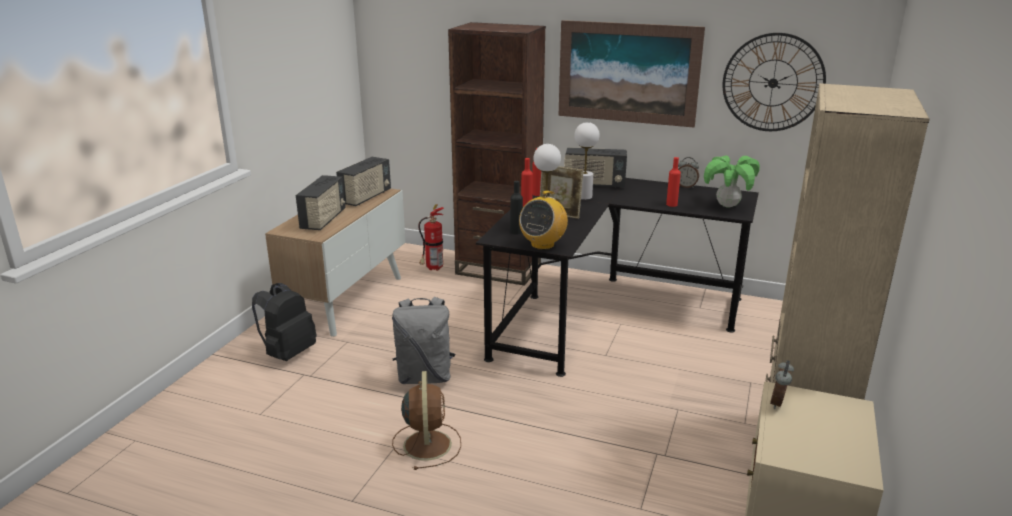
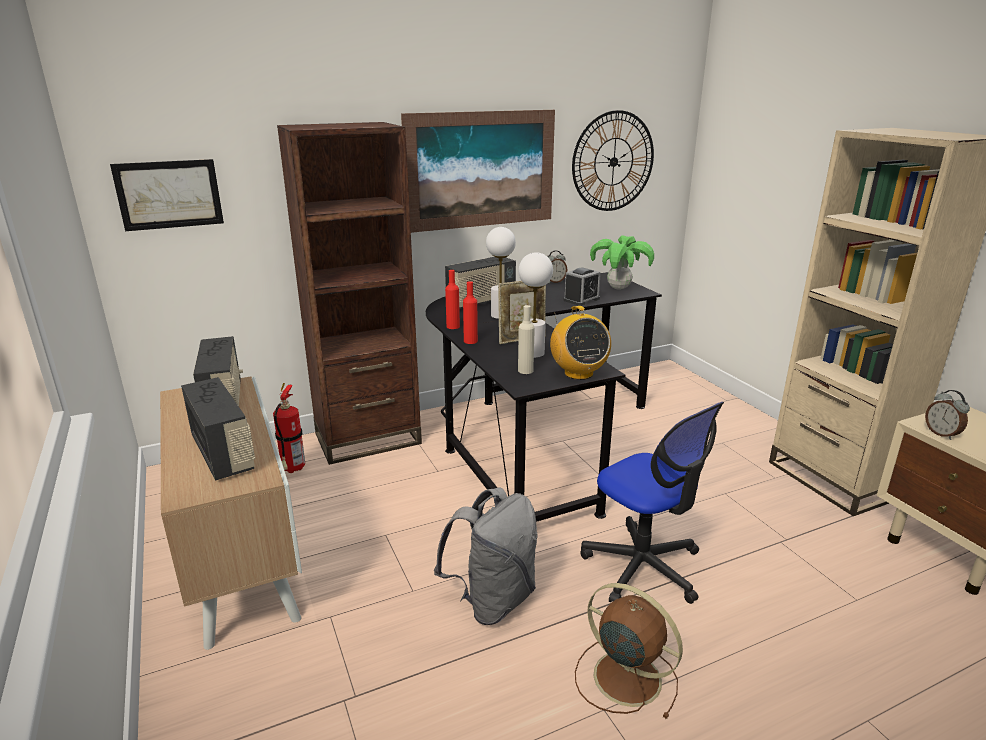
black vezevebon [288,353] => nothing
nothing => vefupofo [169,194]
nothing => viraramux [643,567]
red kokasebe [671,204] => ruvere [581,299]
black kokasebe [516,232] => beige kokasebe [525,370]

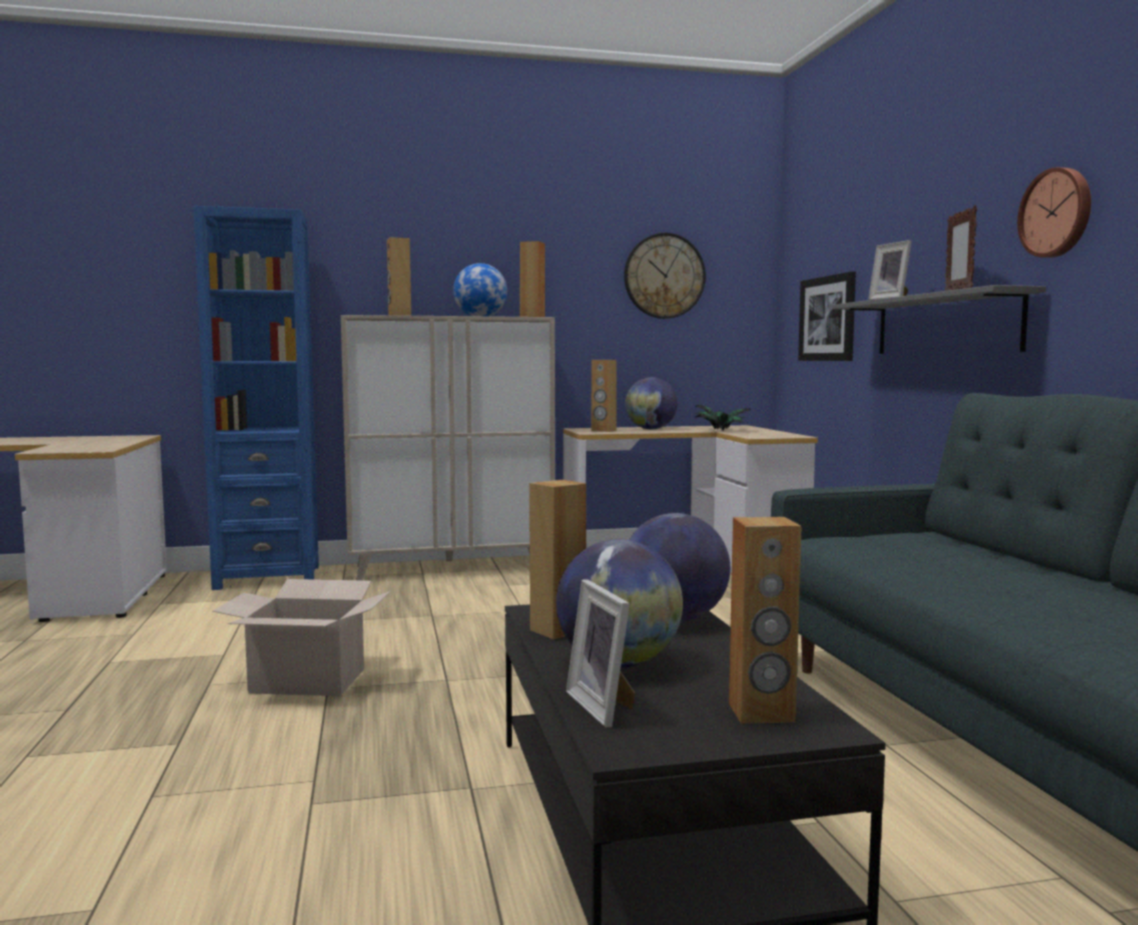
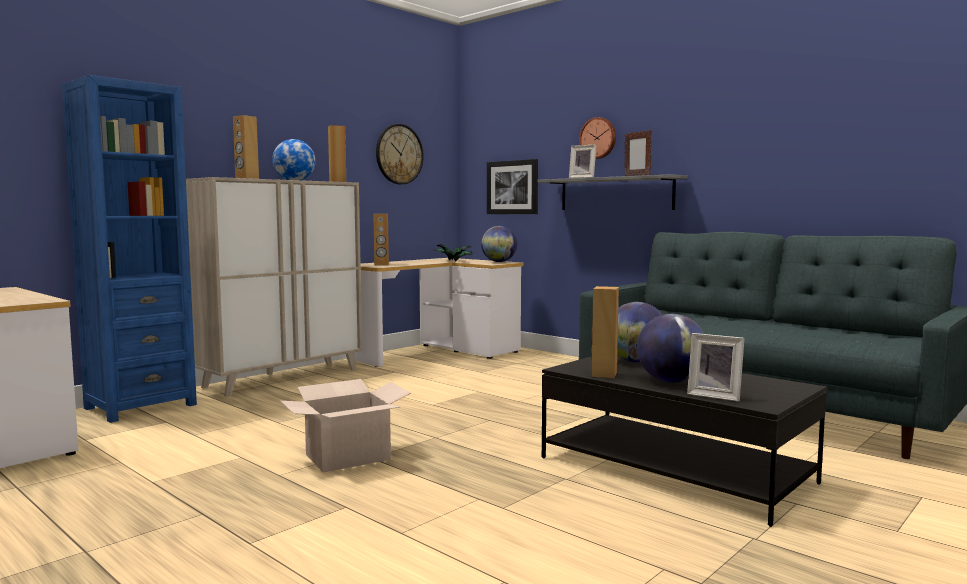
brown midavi [761,713] => nothing
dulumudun [651,429] => dulumudun [499,262], moved
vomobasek [1057,213] => vomobasek [598,138], moved

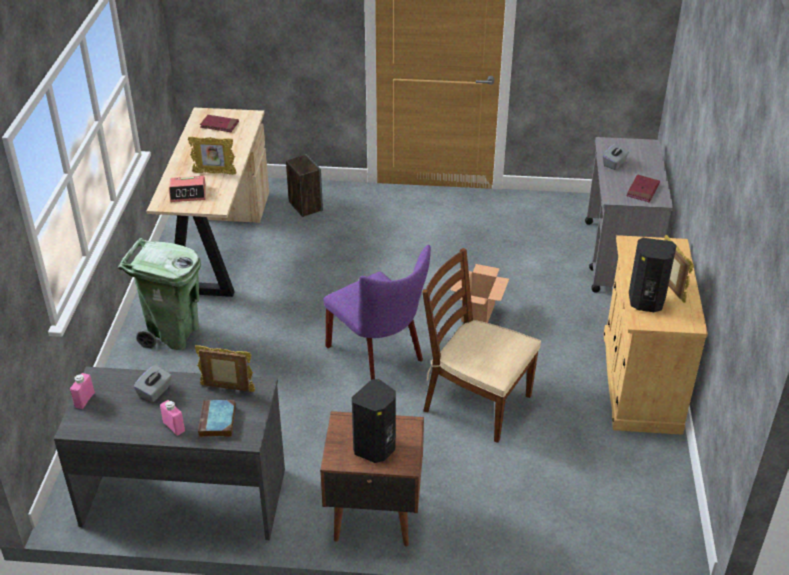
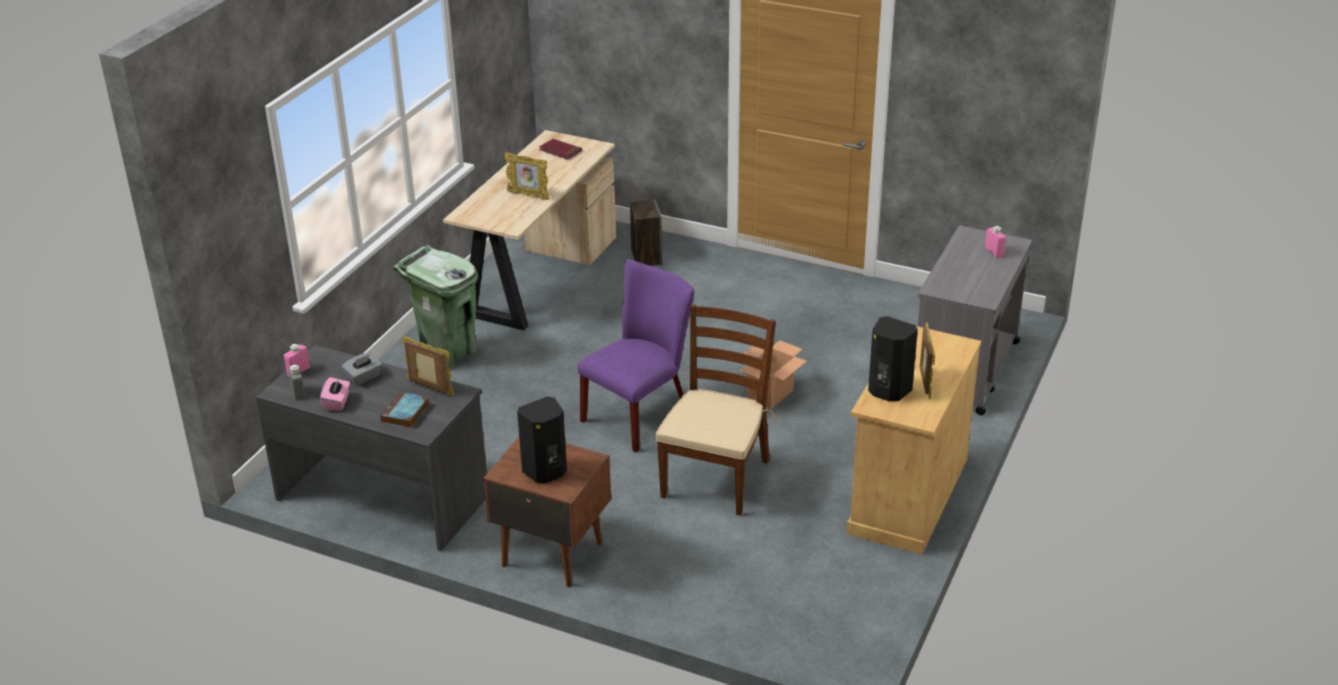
ruvere [188,193] => nothing
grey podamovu [614,164] => nothing
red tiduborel [643,190] => nothing
nothing => grey kokasebe [298,393]
nothing => pink podamovu [337,402]
pink kokasebe [174,427] => pink kokasebe [994,252], moved
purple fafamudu [379,355] => purple fafamudu [641,414], 120 degrees counterclockwise
brown fafamudu [476,402] => brown fafamudu [716,478], 60 degrees clockwise

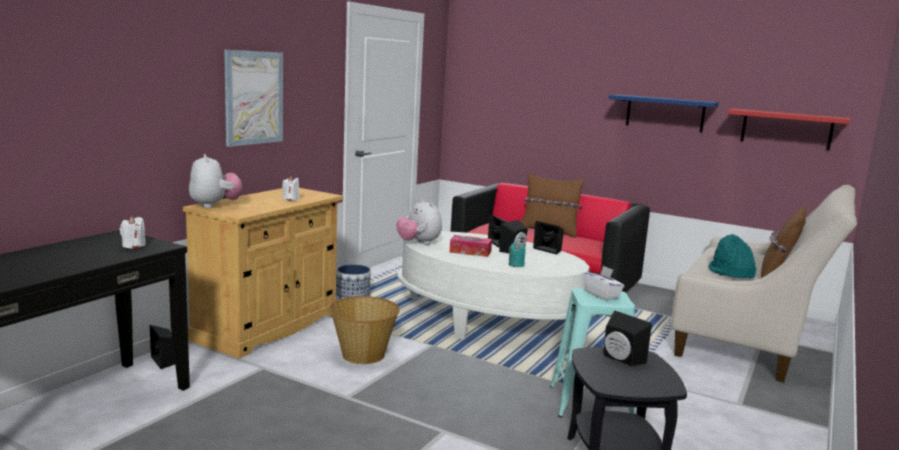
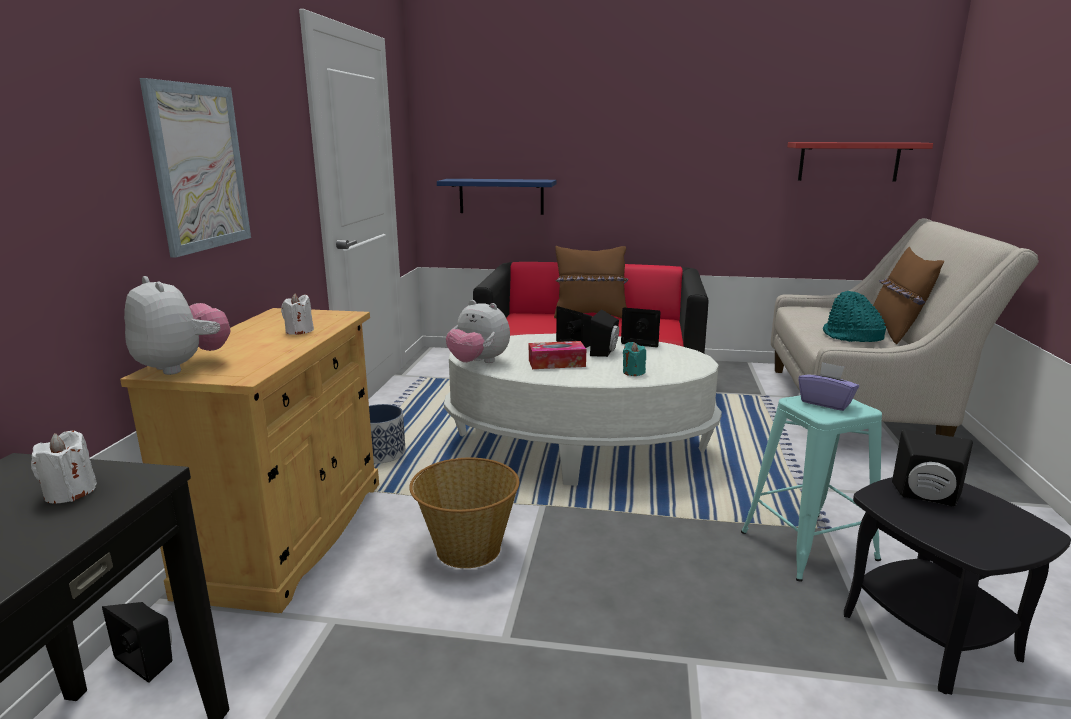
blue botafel [665,113] => blue botafel [501,196], moved
white podamovu [602,295] => purple podamovu [825,403]

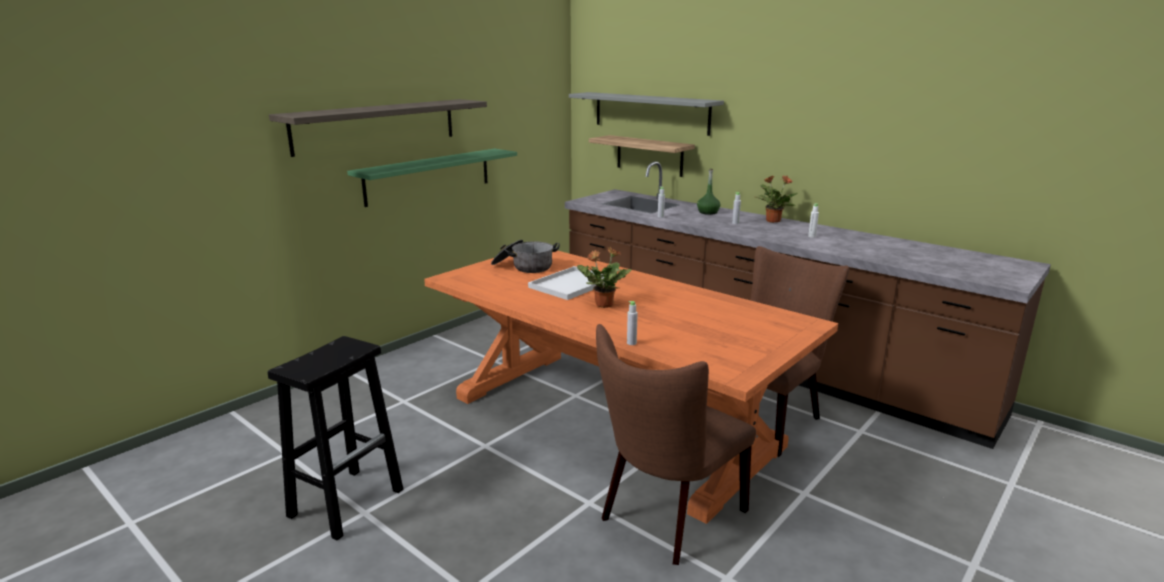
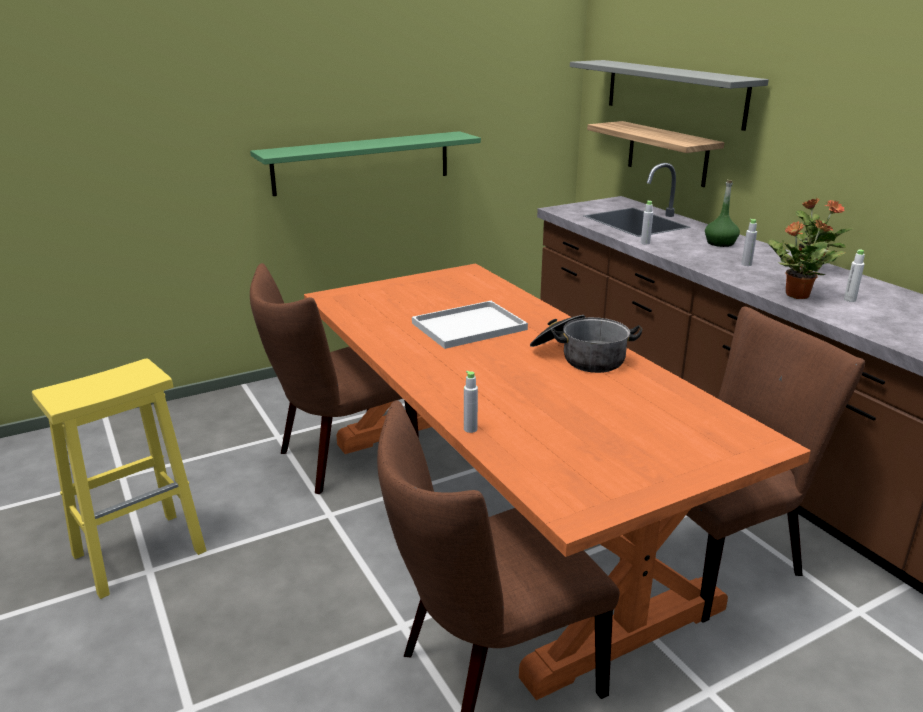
botafel [376,126] => nothing
nothing => brown fafamudu [340,458]
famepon [524,267] => famepon [580,357], moved
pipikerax [603,305] => pipikerax [796,295], moved
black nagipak [347,502] => yellow nagipak [141,552]

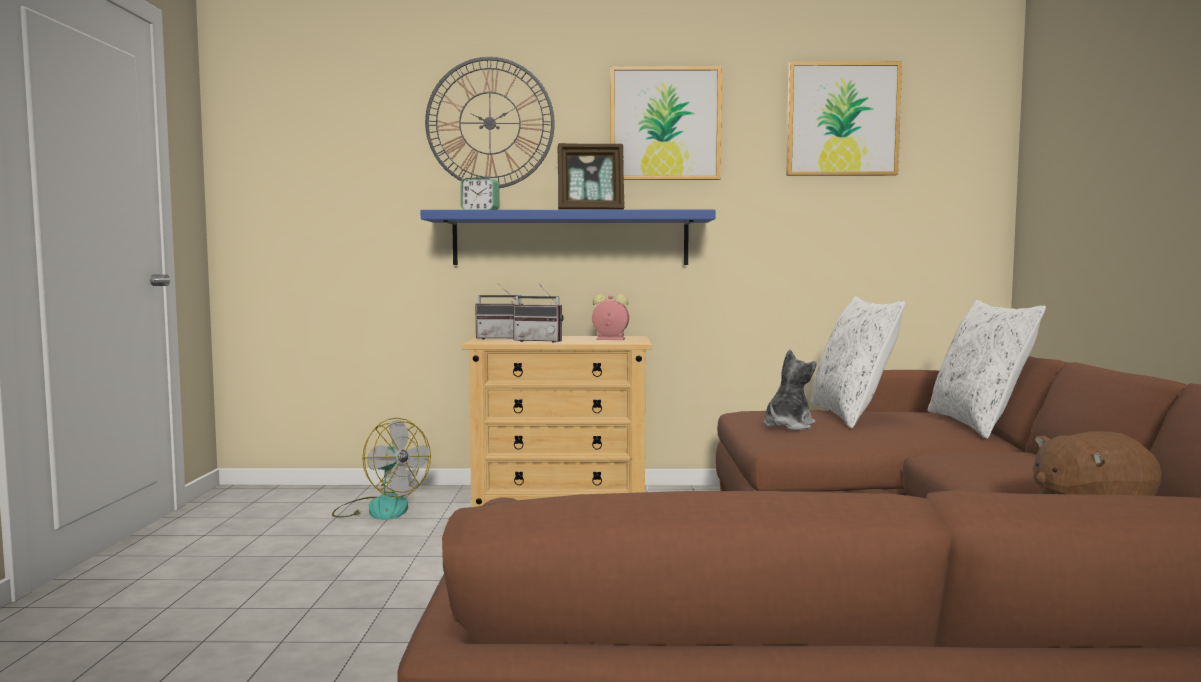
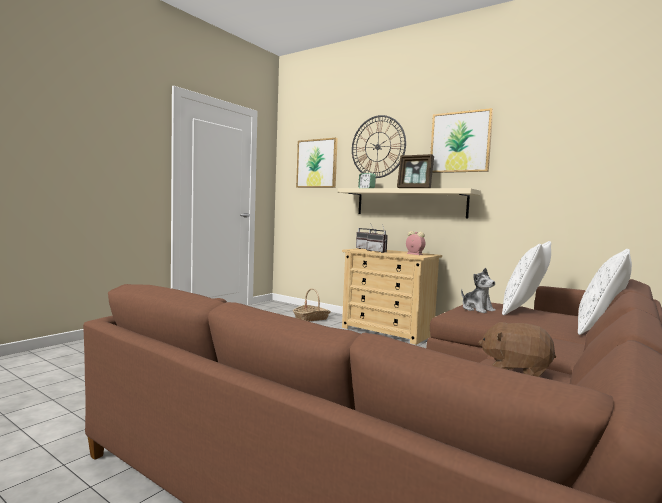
vefupofo [842,119] => vefupofo [317,163], moved
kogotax [380,508] => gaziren [311,318]
blue botafel [570,239] => beige botafel [410,203]
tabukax [788,426] => tabukax [477,309], 75 degrees clockwise

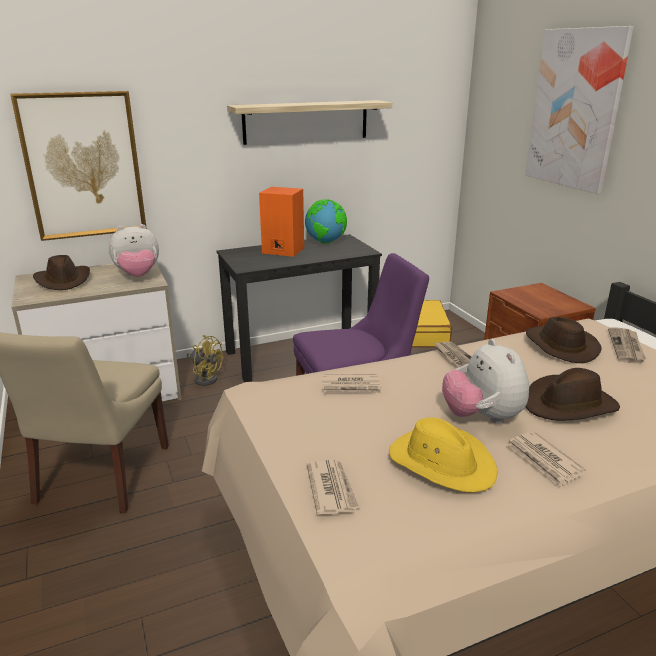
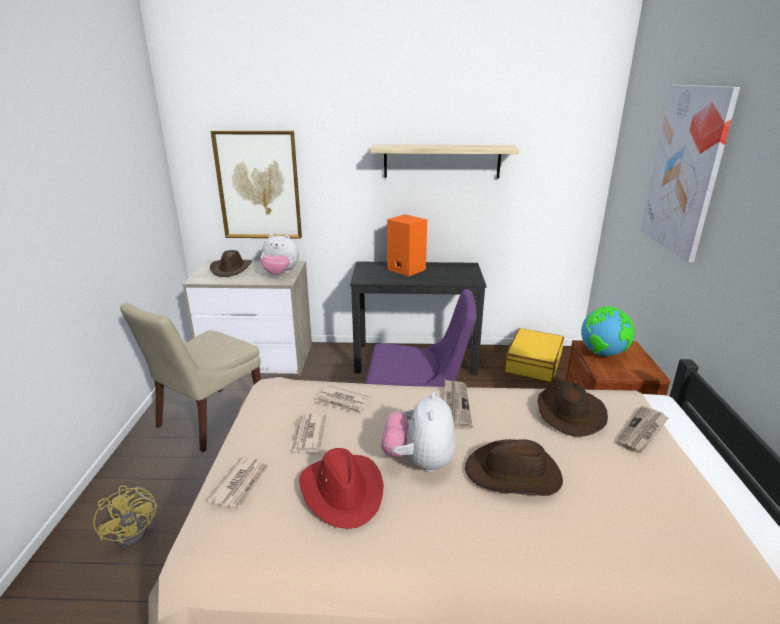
yellow kogotax [205,377] => yellow kogotax [136,530], moved
dulumudun [326,242] => dulumudun [603,354], moved
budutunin [544,461] => budutunin [307,436], moved
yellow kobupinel [441,462] => red kobupinel [343,491]

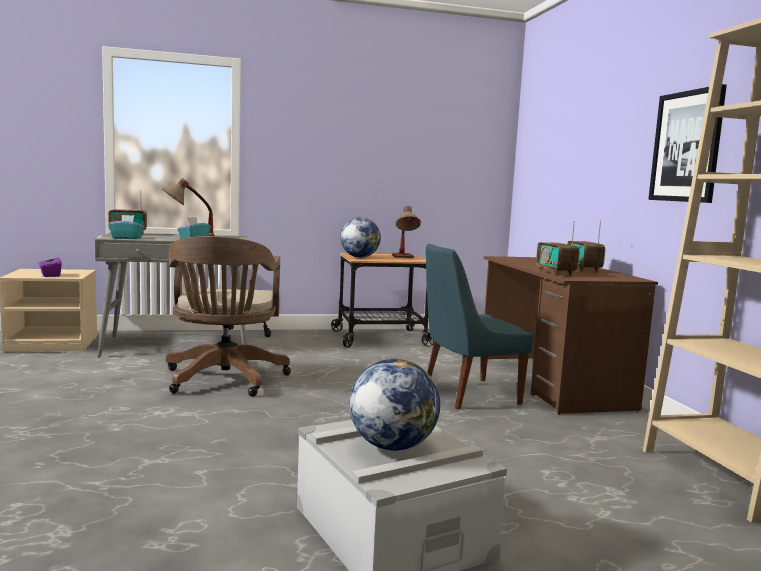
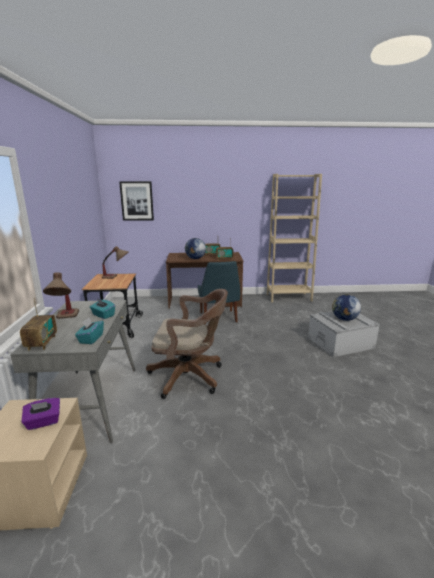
dulumudun [359,257] => dulumudun [195,258], moved
vefupofo [686,146] => vefupofo [137,201], moved

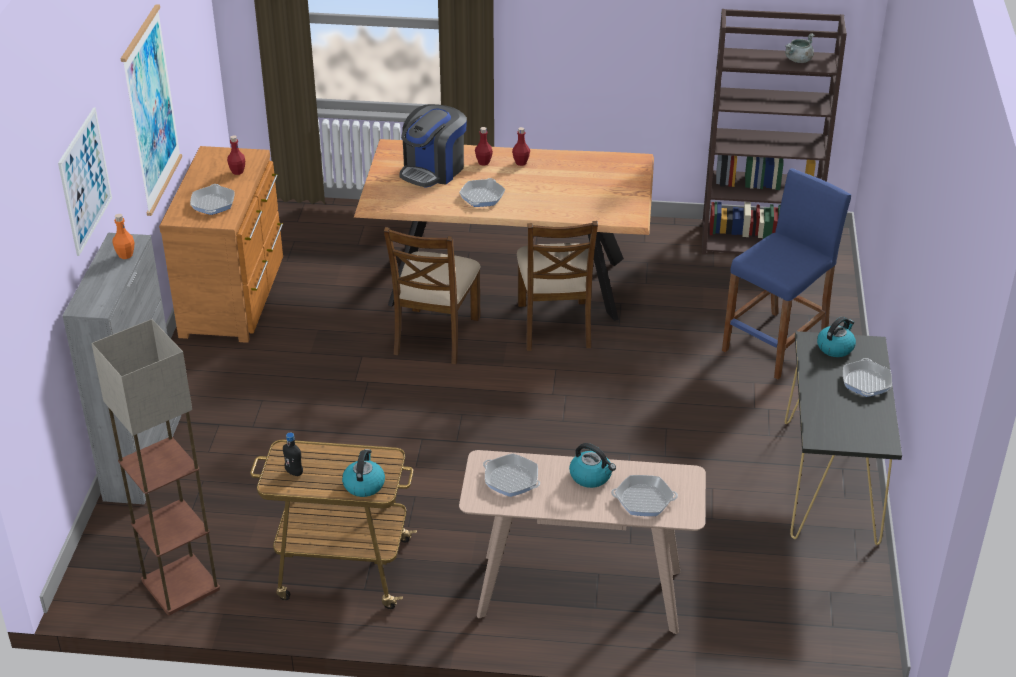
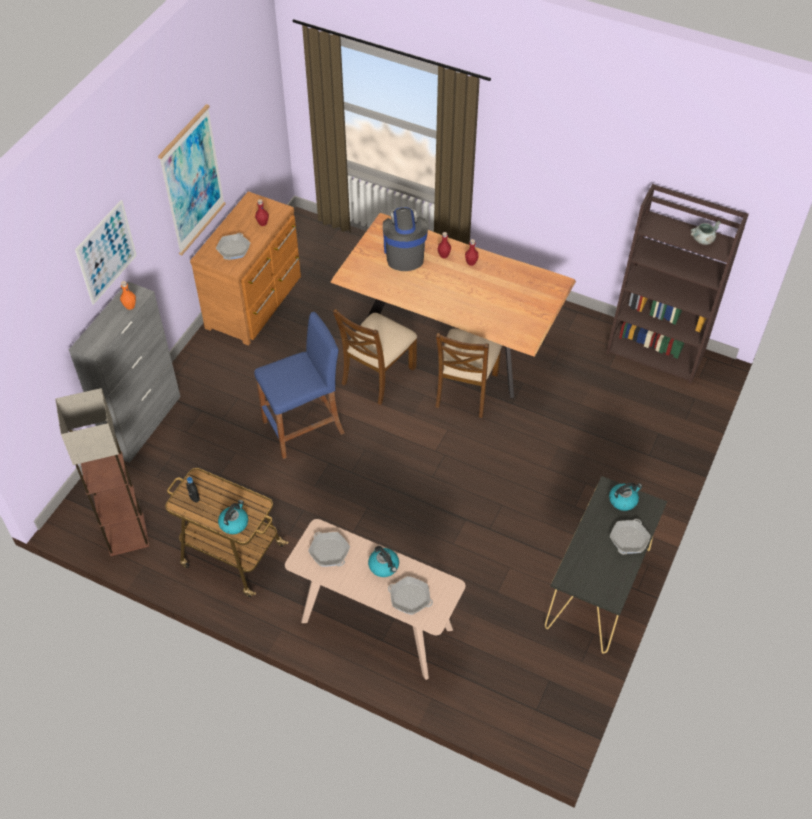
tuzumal [482,197] => nothing
blue nagipak [776,344] => blue nagipak [304,427], moved
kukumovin [433,170] => kukumovin [404,253], 120 degrees clockwise

